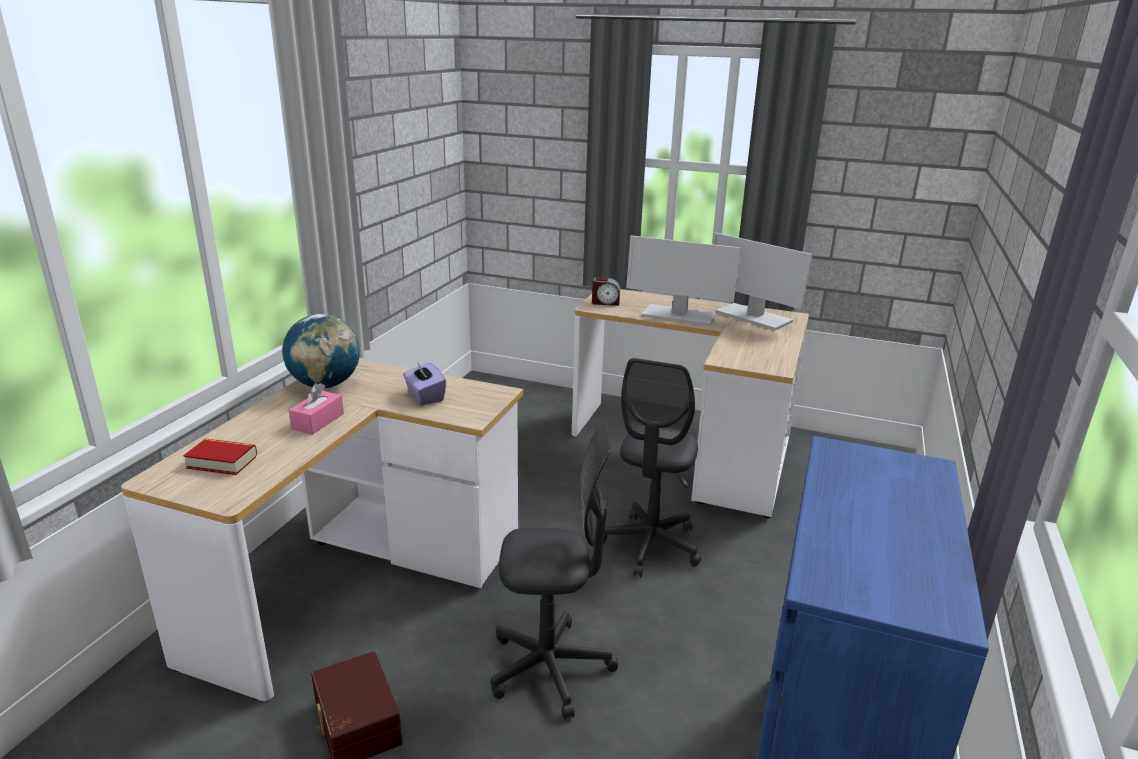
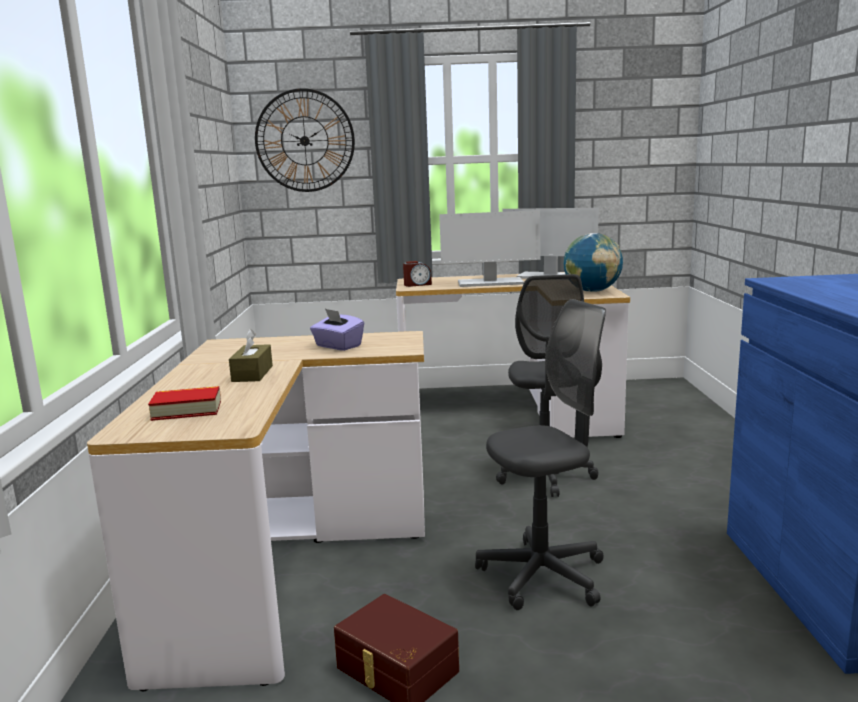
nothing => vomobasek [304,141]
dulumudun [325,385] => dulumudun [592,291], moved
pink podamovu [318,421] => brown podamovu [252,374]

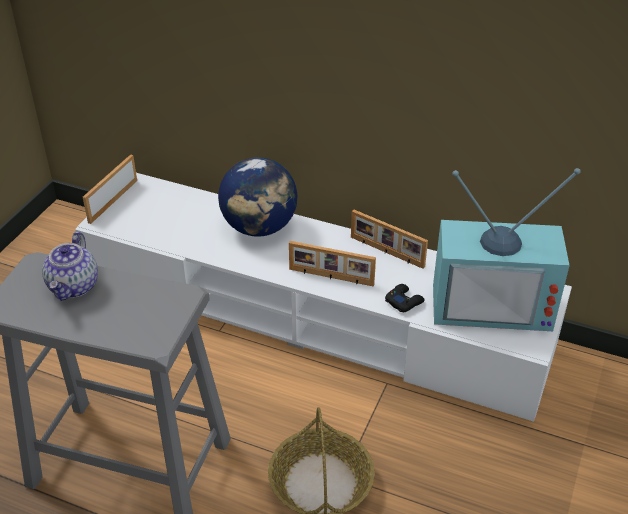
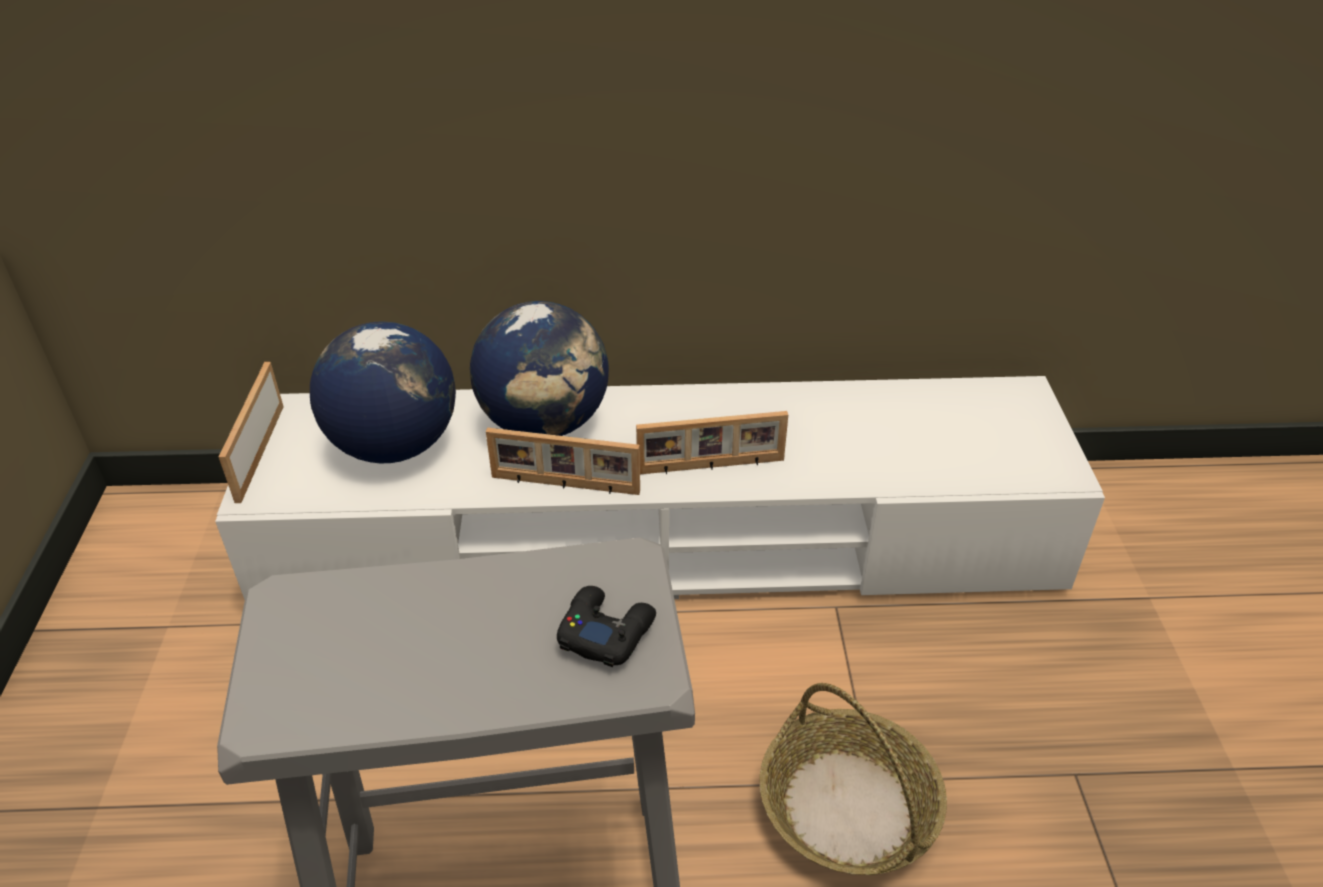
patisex [74,286] => nothing
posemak [492,303] => nothing
nothing => dulumudun [394,445]
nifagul [386,252] => nifagul [565,485], moved
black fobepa [404,301] => black fobepa [606,631], moved

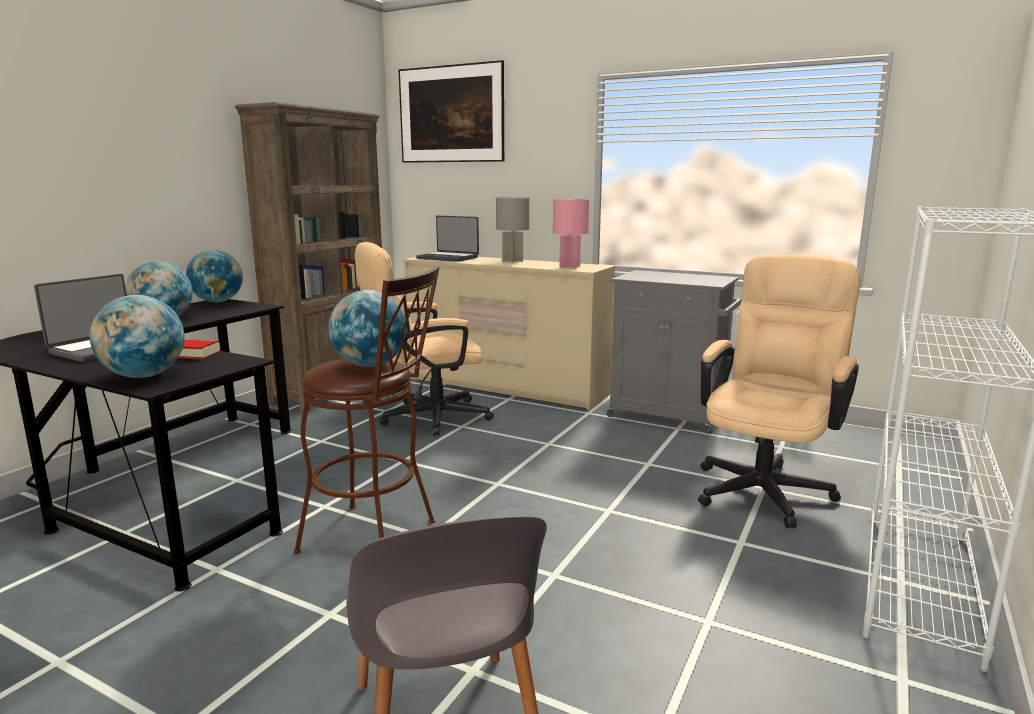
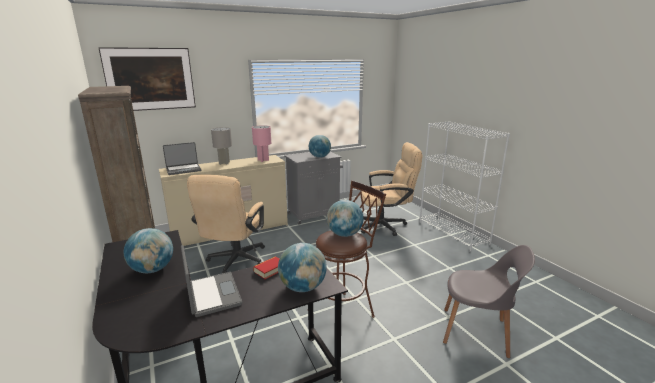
dulumudun [218,301] => dulumudun [320,157], moved
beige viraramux [766,486] => beige viraramux [386,225], 105 degrees clockwise

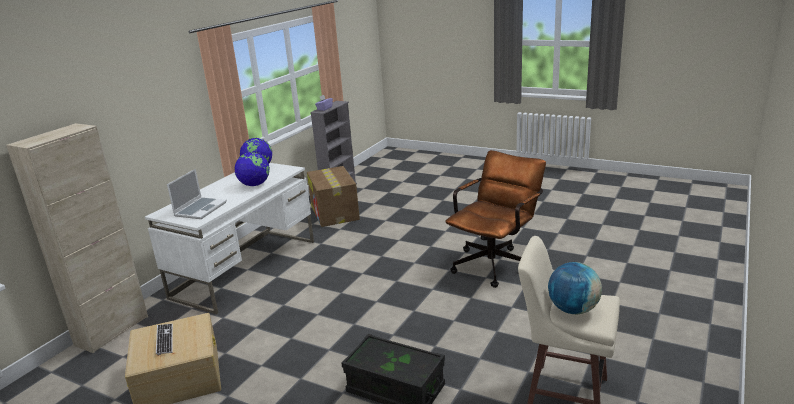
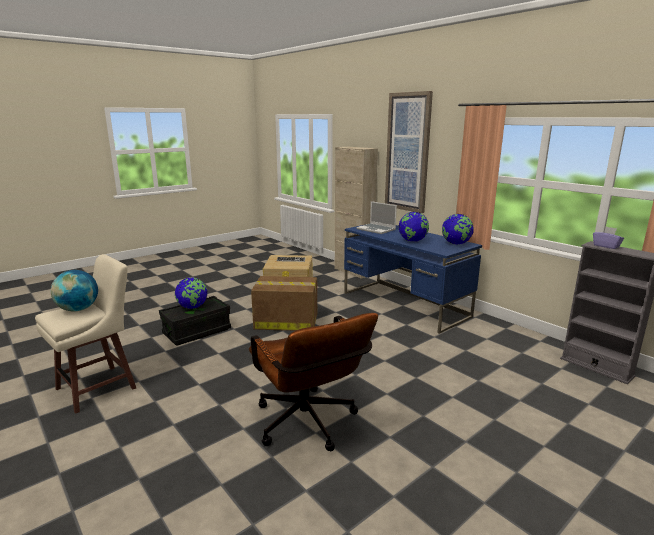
nothing => dulumudun [192,307]
nothing => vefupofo [408,152]
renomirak [335,213] => renomirak [285,321], moved
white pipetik [246,268] => blue pipetik [405,305]

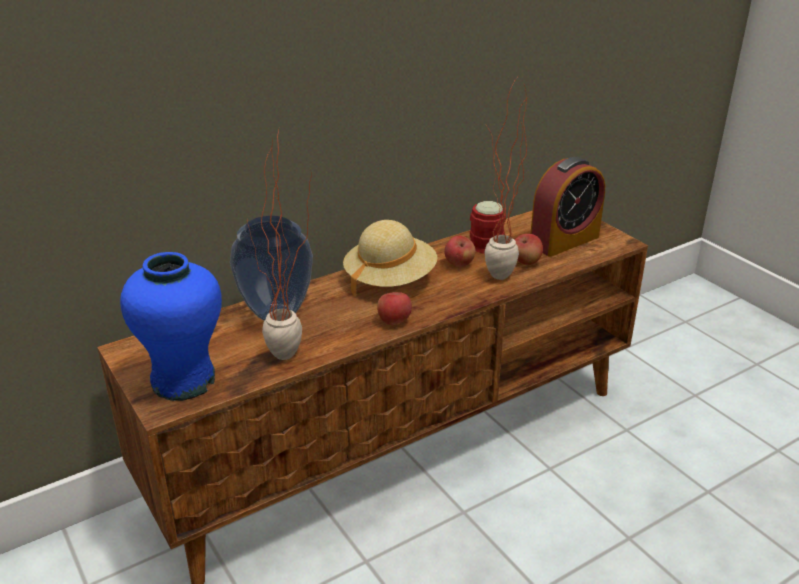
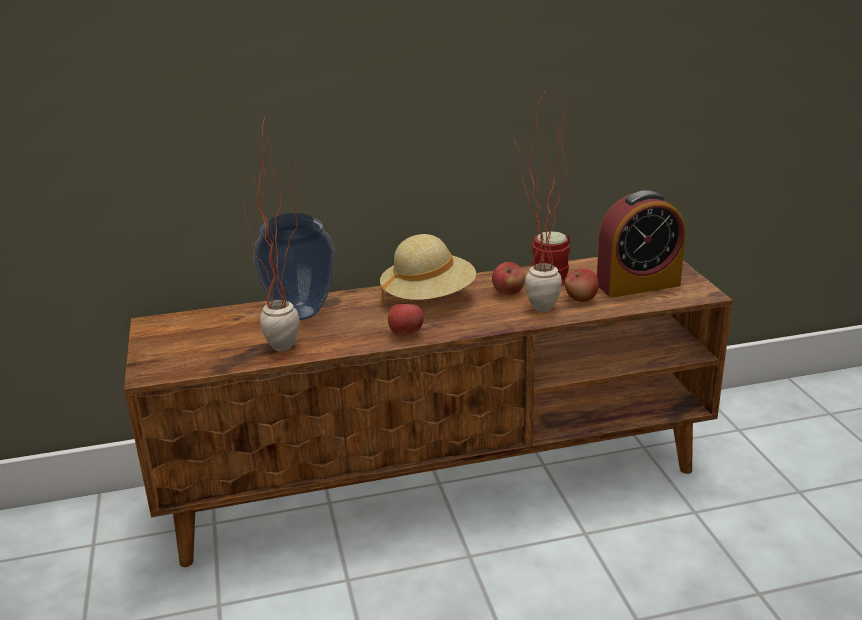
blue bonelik [184,380] => nothing

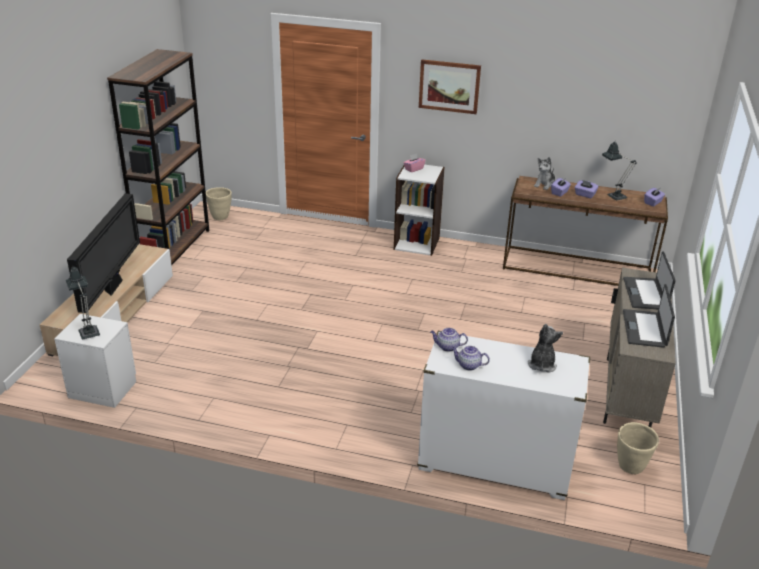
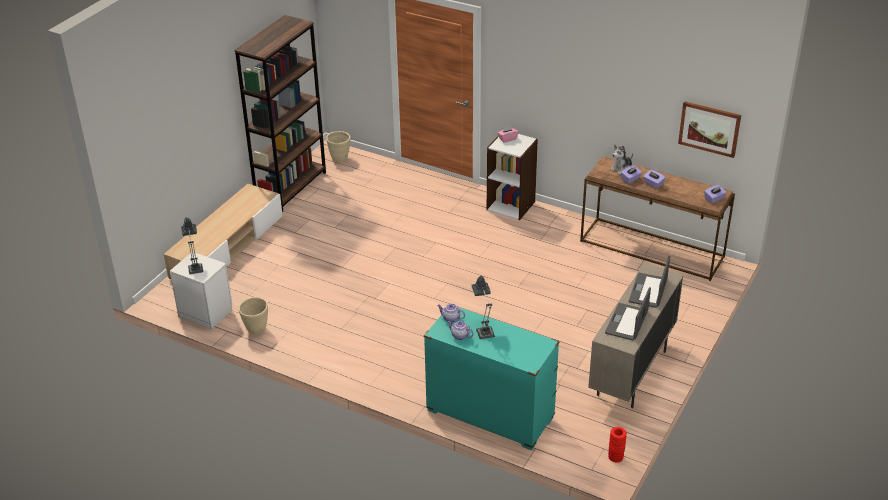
posemak [114,286] => nothing
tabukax [542,364] => nothing
nothing => red bonelik [615,457]
vefupofo [449,86] => vefupofo [709,128], moved
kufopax [614,195] => kufopax [484,330], moved
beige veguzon [630,467] => beige veguzon [256,330], moved
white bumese [494,463] => turquoise bumese [489,415]

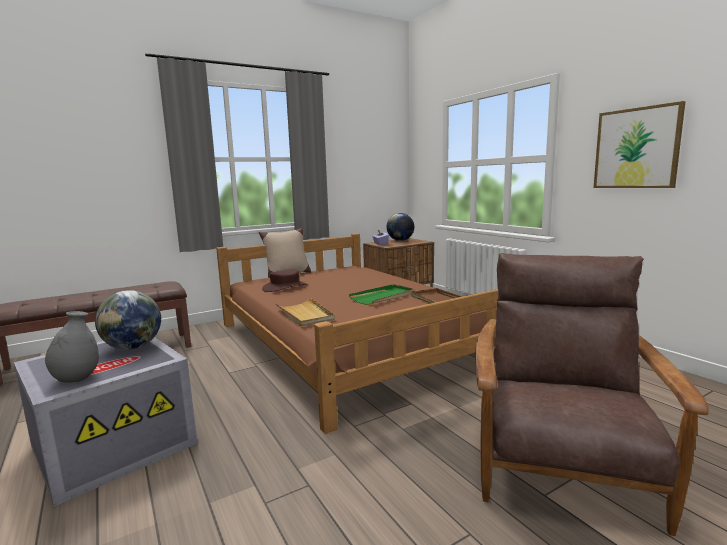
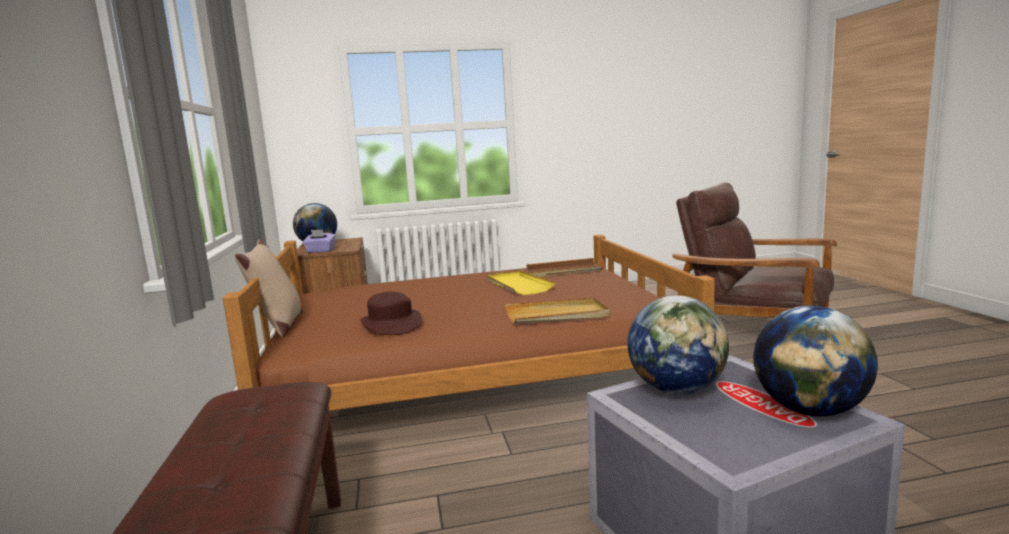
vefupofo [636,148] => nothing
grey bonelik [77,379] => dulumudun [810,410]
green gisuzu [383,297] => yellow gisuzu [518,285]

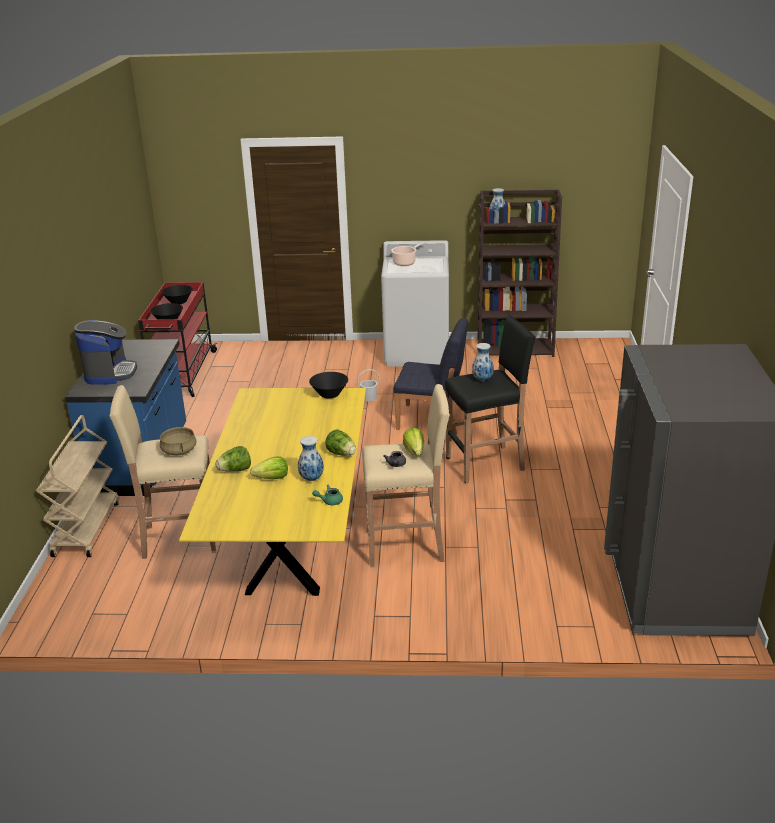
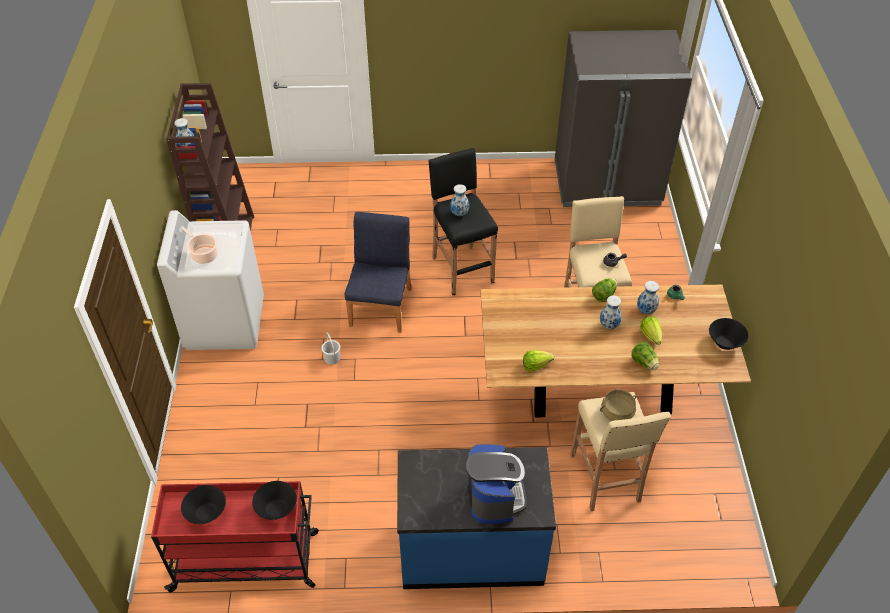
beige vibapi [86,528] => nothing
nothing => bonelik [609,325]
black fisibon [329,395] => black fisibon [725,343], moved
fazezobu [414,451] => fazezobu [535,365], moved
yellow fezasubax [293,544] => brown fezasubax [598,391]
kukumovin [110,373] => kukumovin [494,497], 90 degrees clockwise

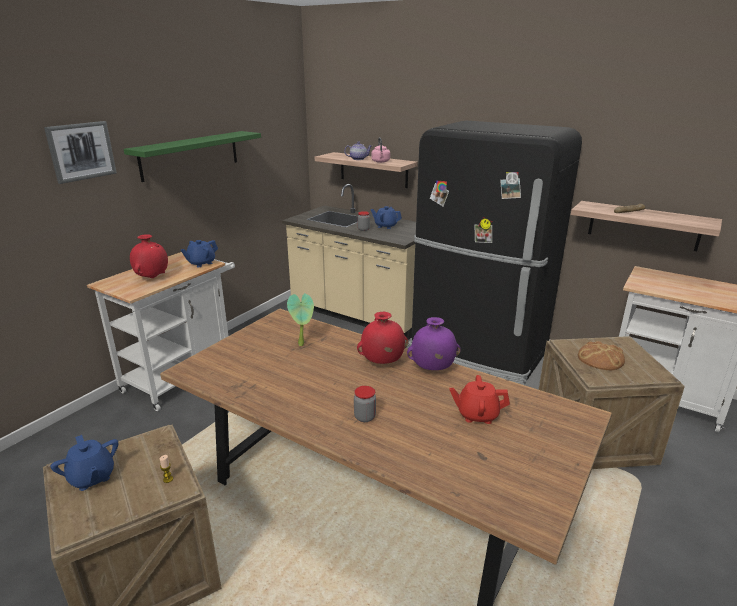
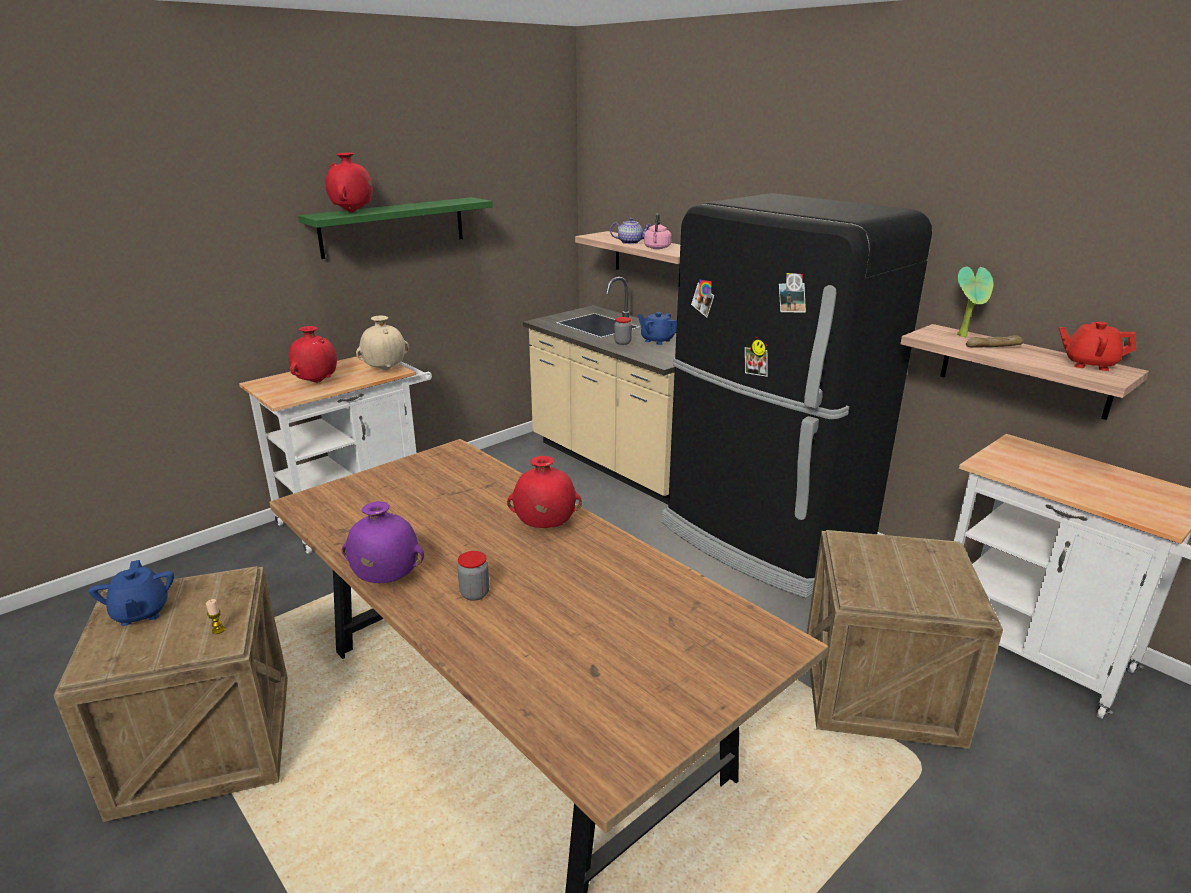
vefupofo [81,151] => nothing
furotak [600,359] => nothing
nothing => red bonelik [352,212]
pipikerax [303,344] => pipikerax [965,336], moved
purple bonelik [432,369] => purple bonelik [386,580], moved
red patisex [477,415] => red patisex [1089,364], moved
blue patisex [201,263] => beige bonelik [385,369]

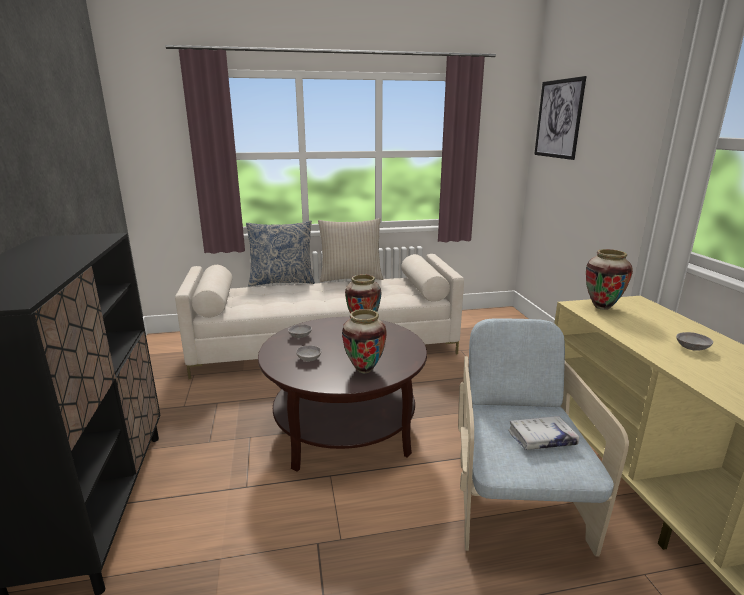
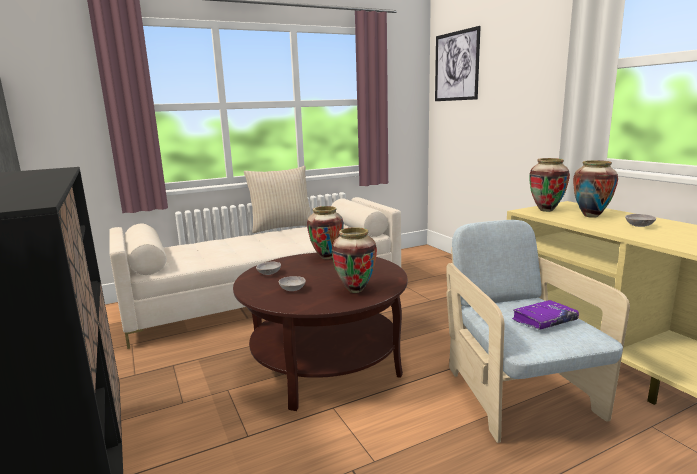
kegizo [282,281] => nothing
nothing => bonelik [590,216]
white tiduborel [541,439] => purple tiduborel [544,321]

